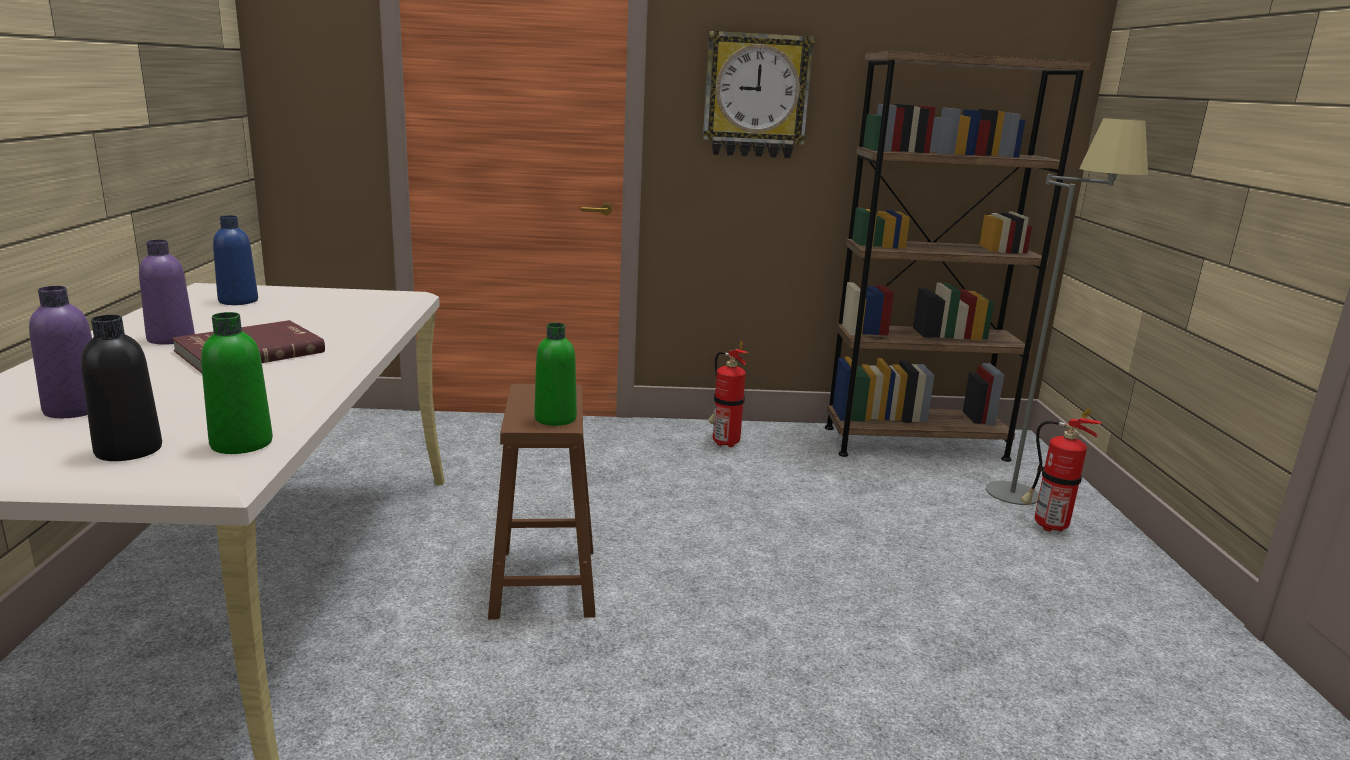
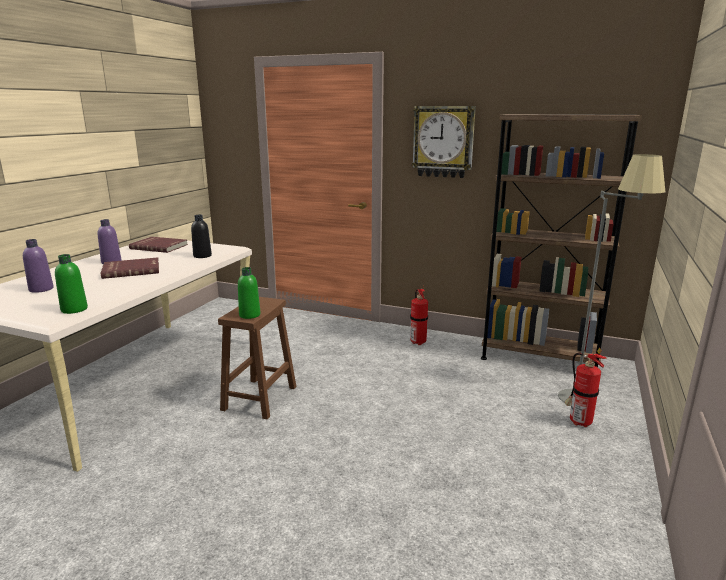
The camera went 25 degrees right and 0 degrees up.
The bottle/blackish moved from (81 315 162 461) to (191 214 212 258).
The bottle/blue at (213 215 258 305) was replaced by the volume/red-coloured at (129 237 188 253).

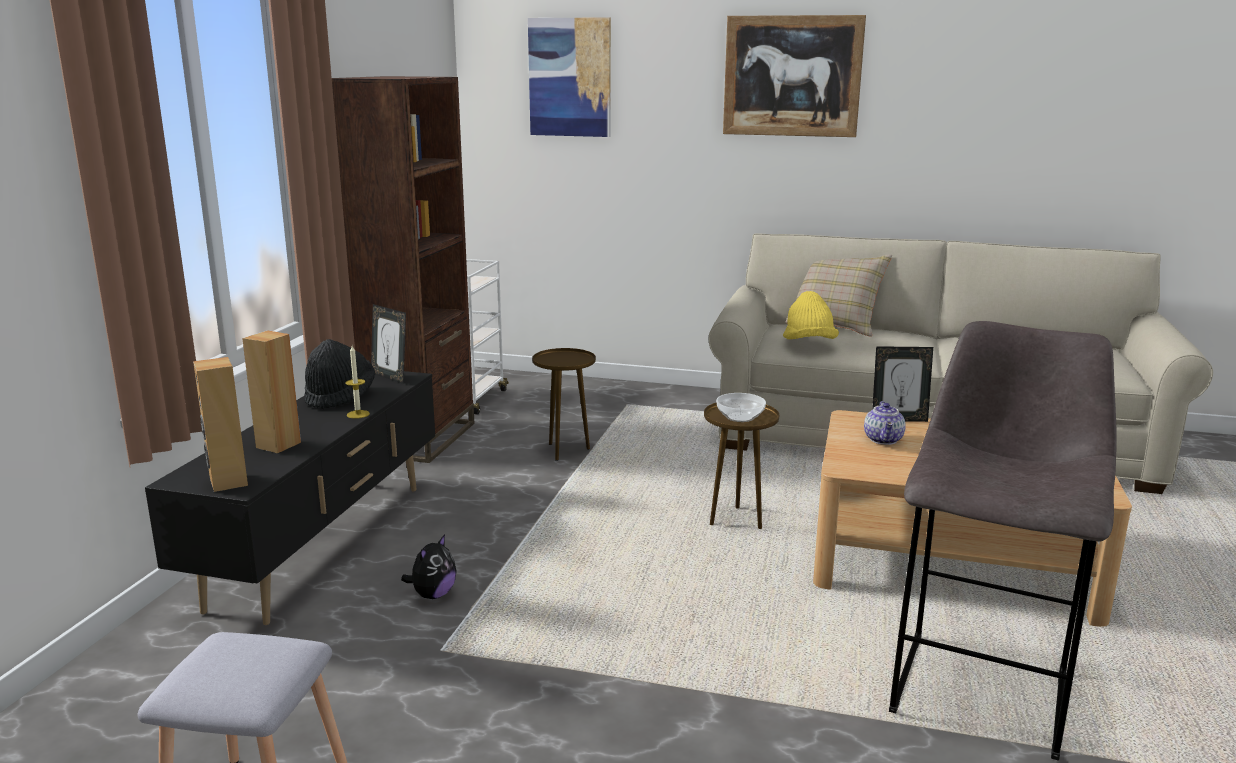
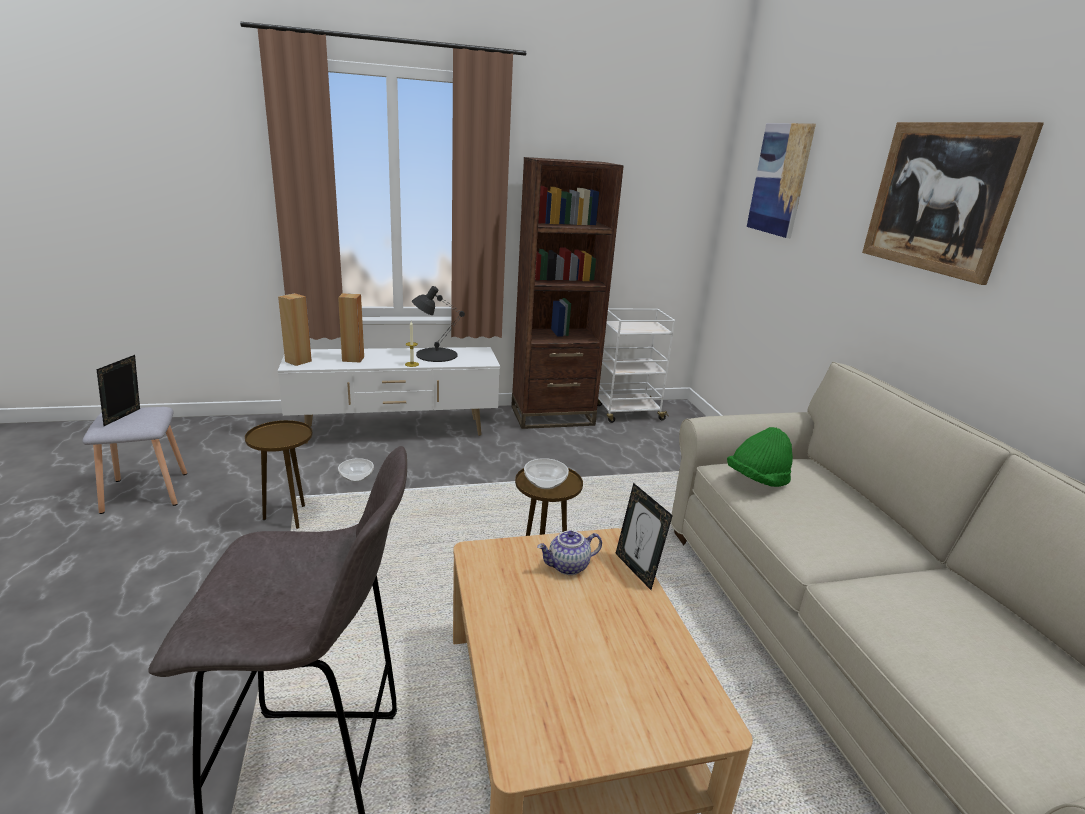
The camera went 60 degrees right and 5 degrees up.
The pillow/sand-coloured at (786 254 892 337) disappeared.
The picture frame moved from (371 304 406 384) to (96 355 140 426).
The end table/brown moved from (532 348 596 461) to (245 420 312 529).
The clothing hat/blackish at (304 339 375 409) was replaced by the tabletop lamp/blackish at (412 286 465 362).
The cuddly toy at (401 534 457 599) was replaced by the bowl at (338 458 374 482).
The tv stand/blackish at (145 371 435 625) became the tv stand/white at (278 347 500 444).
The clothing hat/yellowish at (783 291 839 339) became the clothing hat/green-coloured at (727 427 793 487).

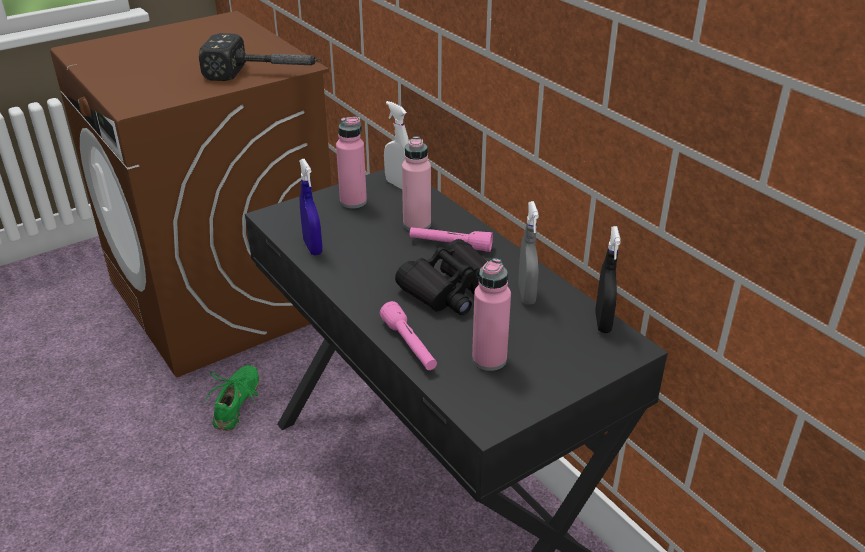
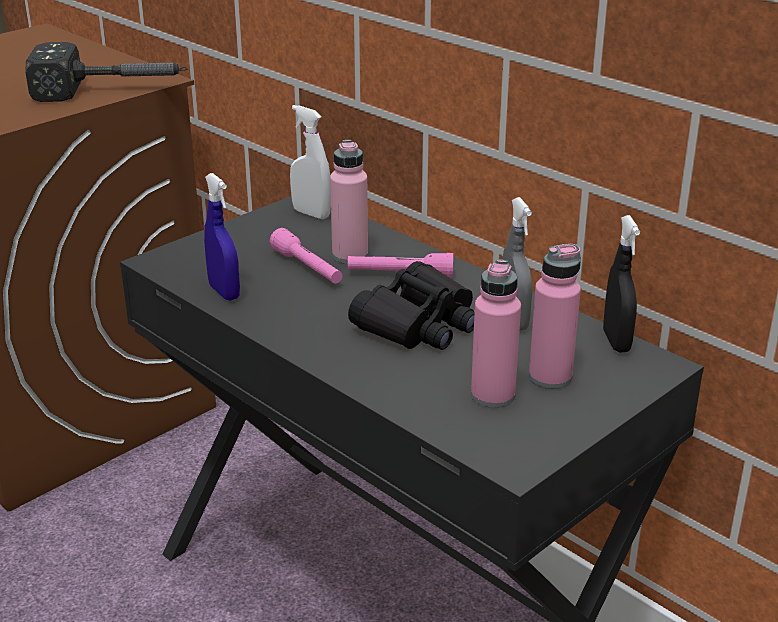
The camera went 10 degrees left and 5 degrees down.
The low shoe/green-coloured at (204 365 259 431) disappeared.
The bottle/pink-coloured moved from (336 117 367 209) to (529 244 581 389).
The torch/pink-coloured moved from (380 301 437 370) to (270 228 342 284).

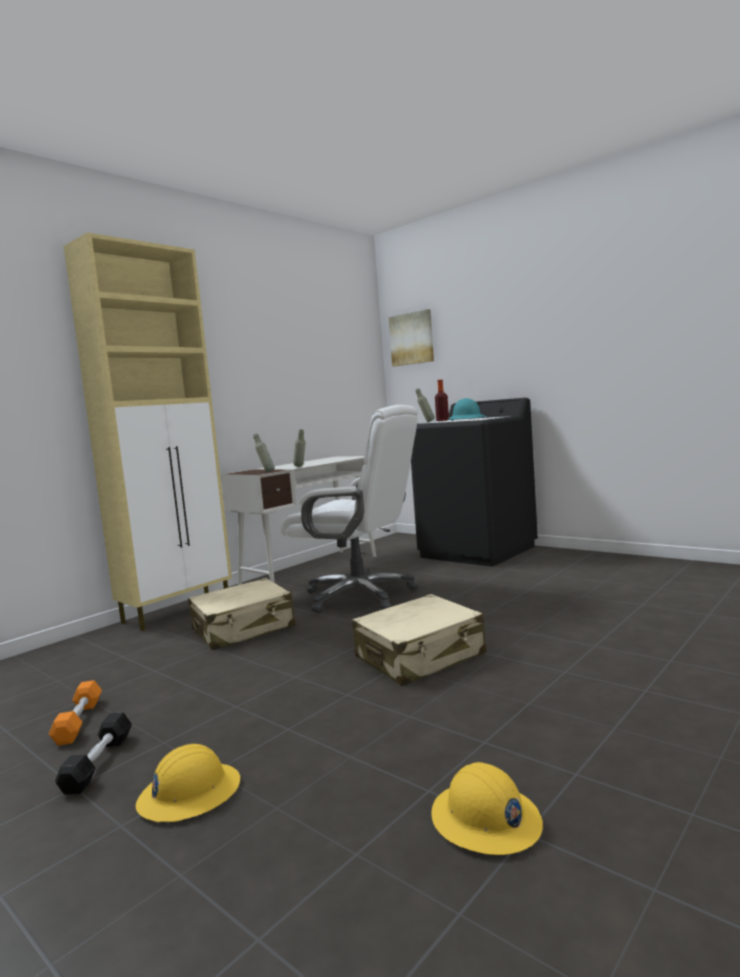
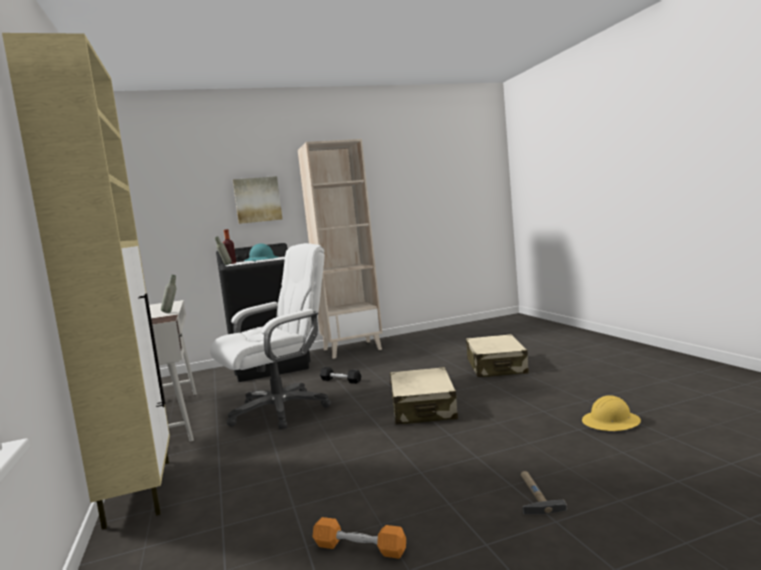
The camera went 60 degrees left and 0 degrees up.
The bottle/greyish at (253 434 275 472) disappeared.
The bookcase/sand-coloured at (298 139 382 359) appeared.
The free weight/blackish moved from (55 713 132 795) to (320 367 362 384).
The piece of luggage/sand-coloured moved from (188 578 295 650) to (466 334 529 377).
The wall picture moved from (389 309 434 367) to (233 176 282 224).
The safety helmet/yellowish at (136 744 241 822) was replaced by the tool hammer at (521 471 567 515).

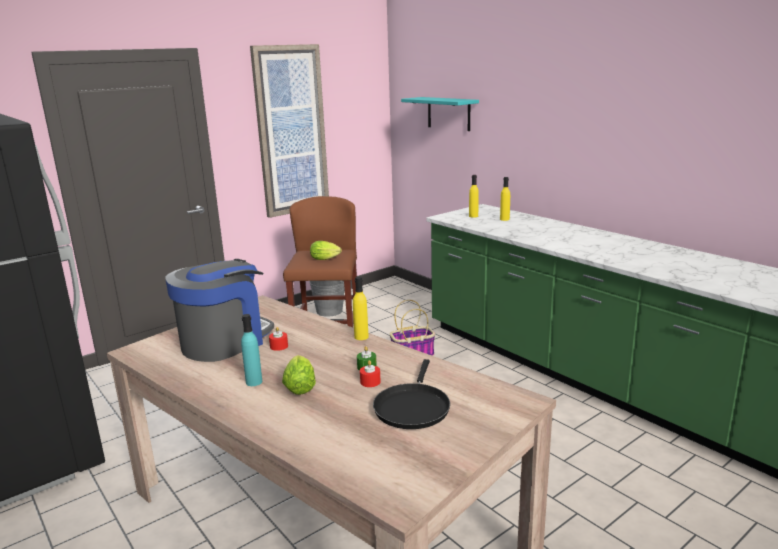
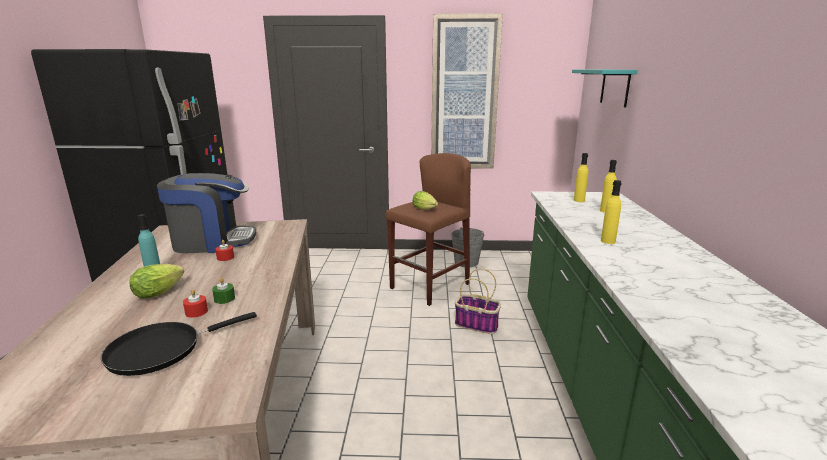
The camera went 40 degrees right and 0 degrees up.
The bottle/yellowish moved from (353 277 369 340) to (601 180 622 244).

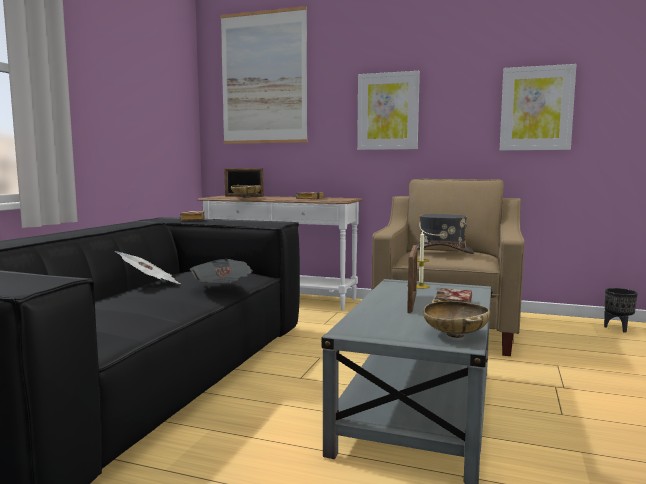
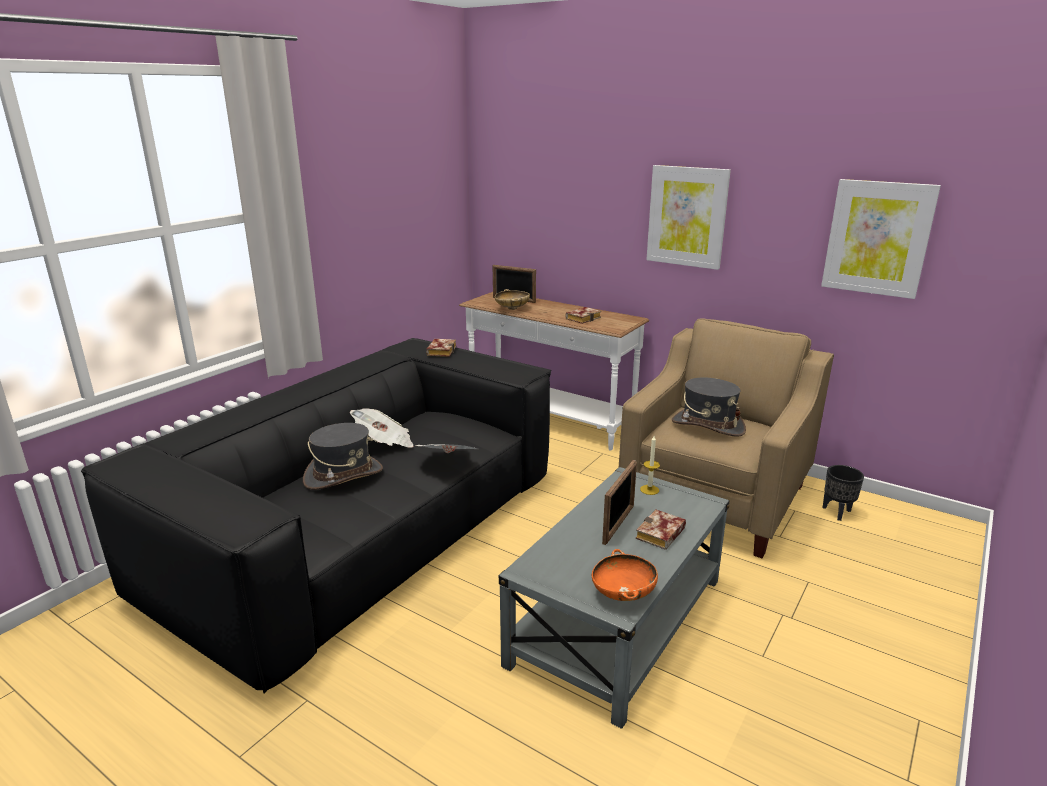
The camera went 15 degrees right and 15 degrees up.
The wall picture at (220 6 308 144) disappeared.
The clothing hat/greyish at (303 423 383 490) appeared.
The planter/blackish moved from (604 288 638 333) to (822 465 864 521).
The bowl/sand-coloured at (423 299 490 338) became the bowl/orange-coloured at (592 549 658 601).

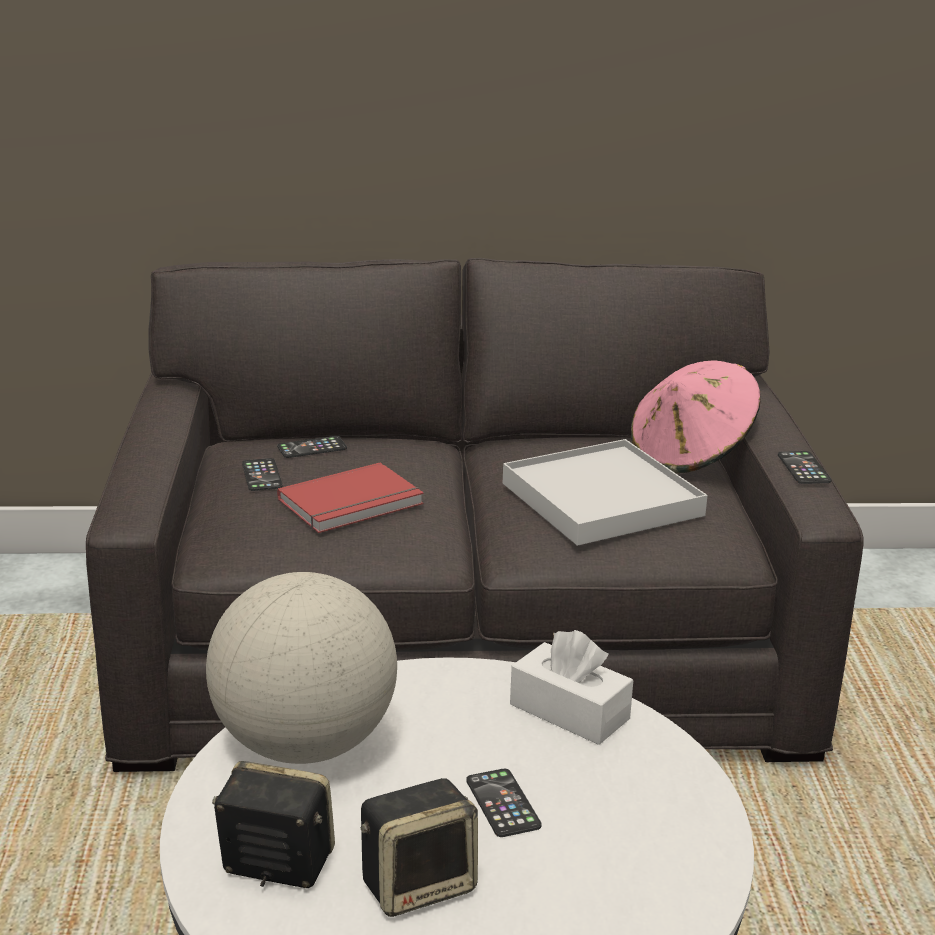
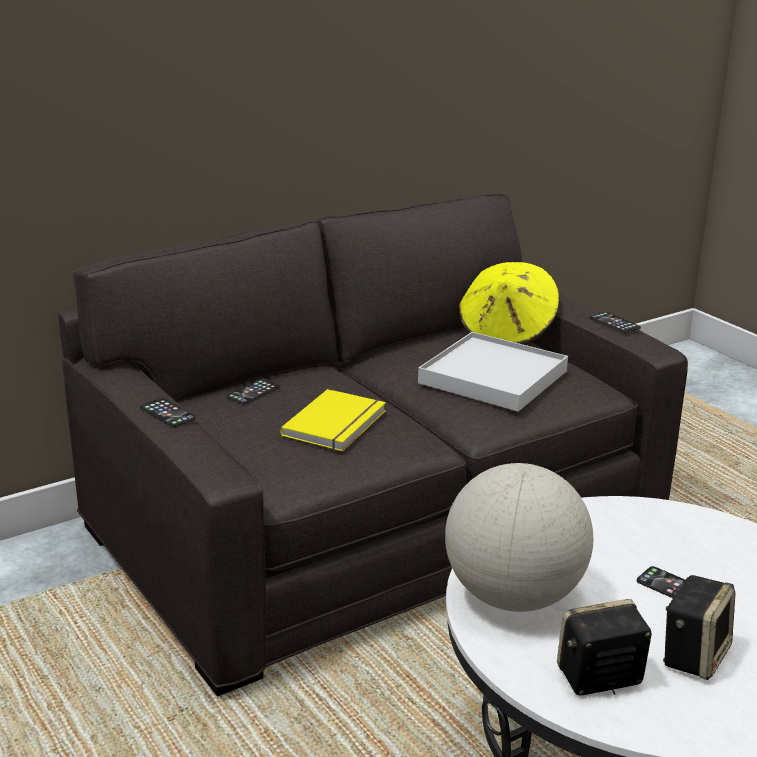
The camera went 30 degrees left and 0 degrees up.
The box of tissues/white at (510 630 633 745) disappeared.
The handset moved from (242 458 283 491) to (140 398 196 427).
The volume/red-coloured at (277 462 424 533) became the volume/yellowish at (280 389 386 452).
The clothing hat/pink-coloured at (631 361 761 474) became the clothing hat/yellowish at (459 262 559 345).

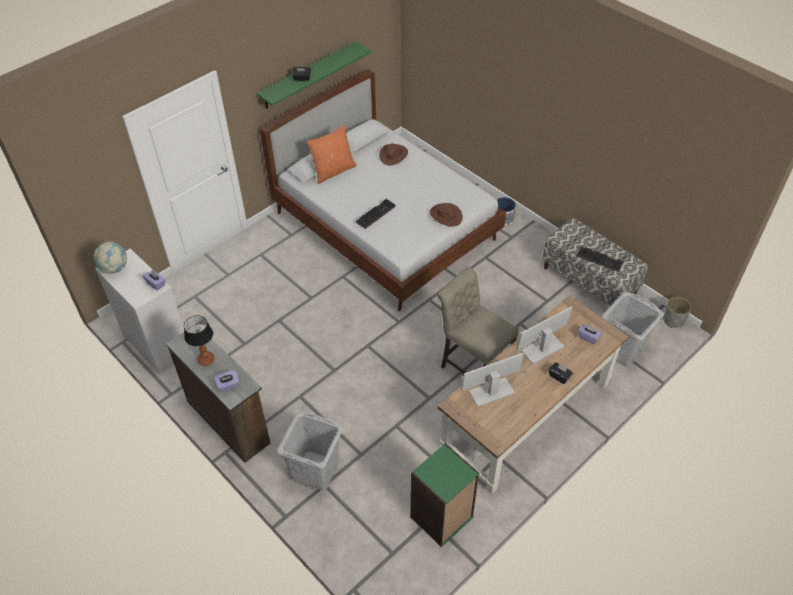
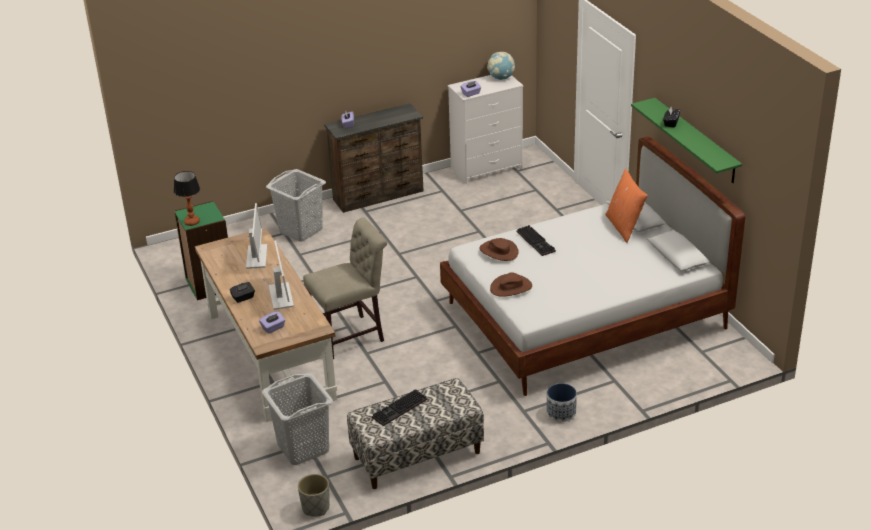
The camera went 110 degrees right and 15 degrees down.
The tabletop lamp moved from (184 315 215 366) to (174 171 200 226).
The clothing hat/brown moved from (379 144 408 165) to (479 238 519 261).

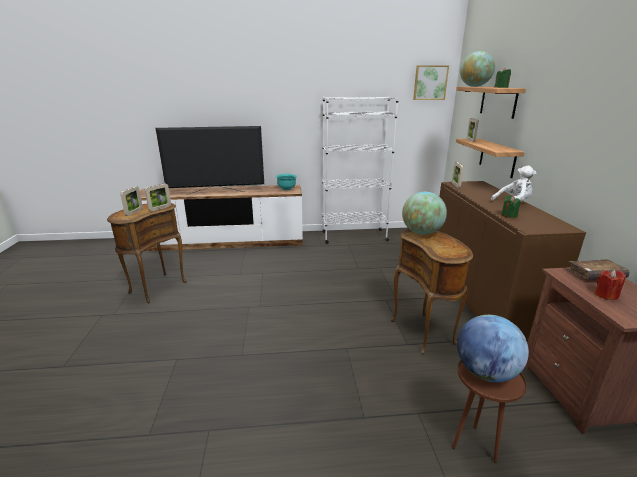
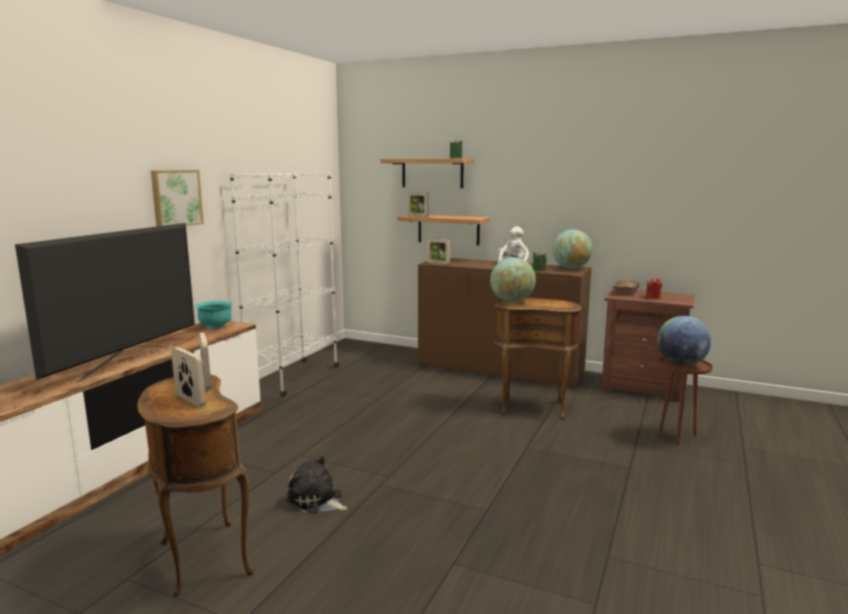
The camera went 60 degrees left and 10 degrees down.
The cuddly toy at (286 454 348 514) appeared.
The wall picture moved from (413 65 449 100) to (151 170 204 227).
The globe moved from (460 51 495 87) to (552 229 593 269).

